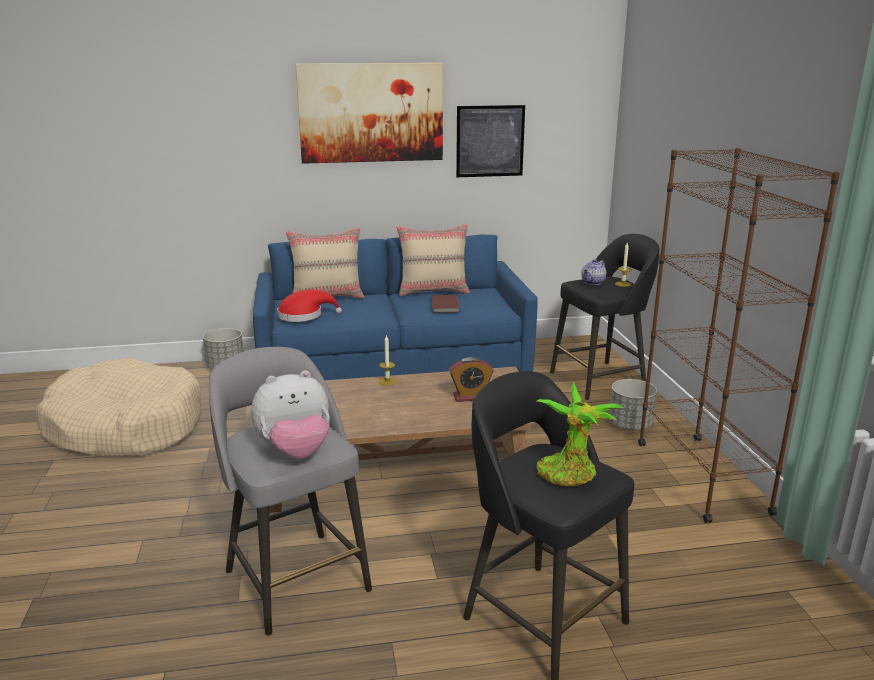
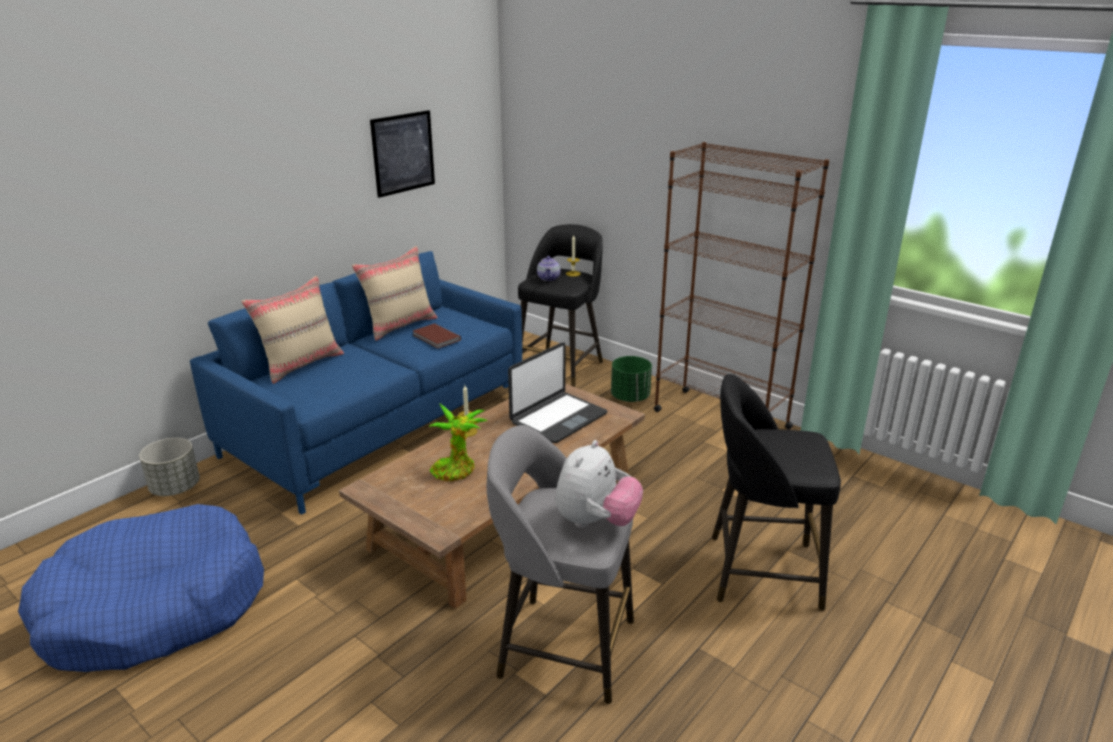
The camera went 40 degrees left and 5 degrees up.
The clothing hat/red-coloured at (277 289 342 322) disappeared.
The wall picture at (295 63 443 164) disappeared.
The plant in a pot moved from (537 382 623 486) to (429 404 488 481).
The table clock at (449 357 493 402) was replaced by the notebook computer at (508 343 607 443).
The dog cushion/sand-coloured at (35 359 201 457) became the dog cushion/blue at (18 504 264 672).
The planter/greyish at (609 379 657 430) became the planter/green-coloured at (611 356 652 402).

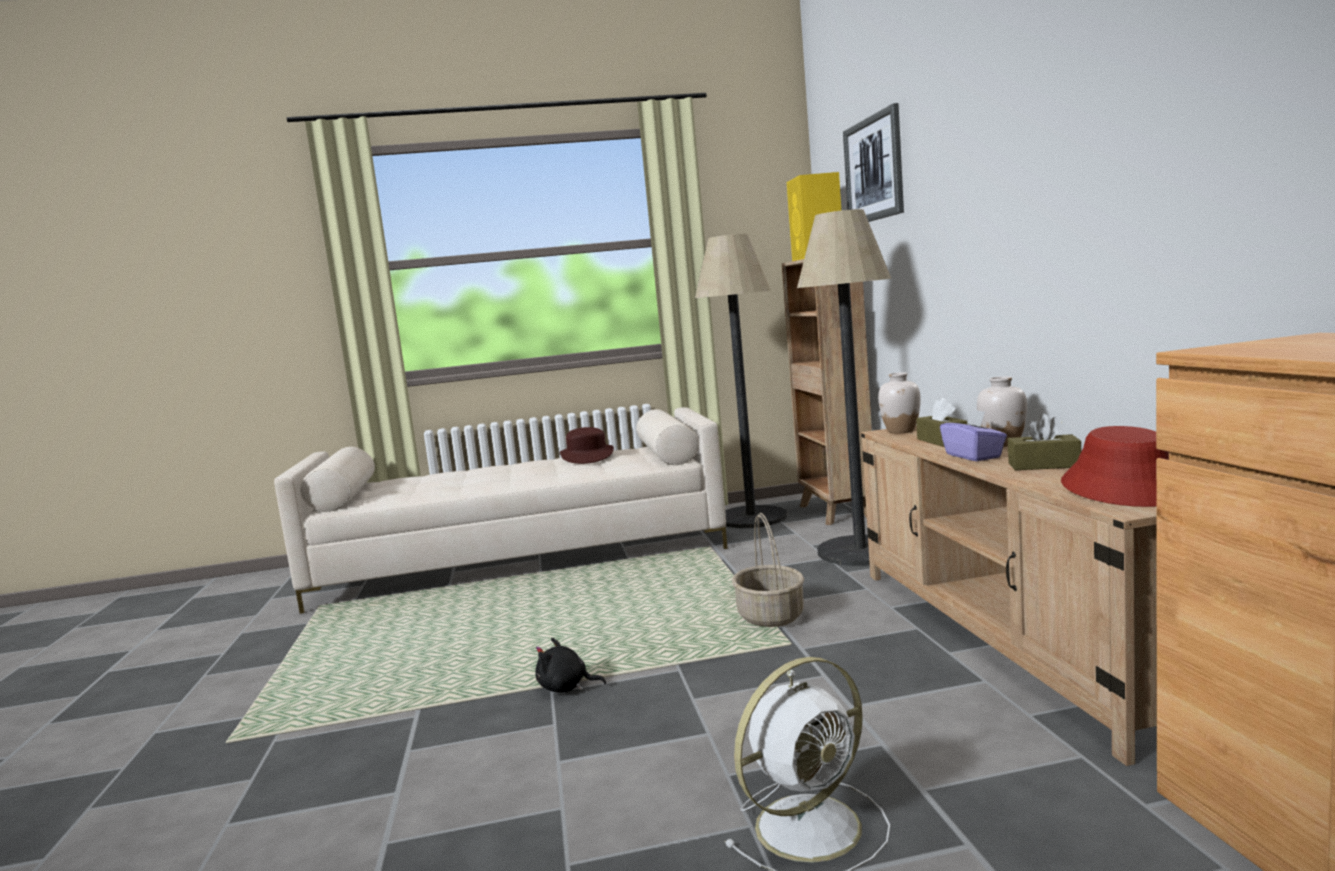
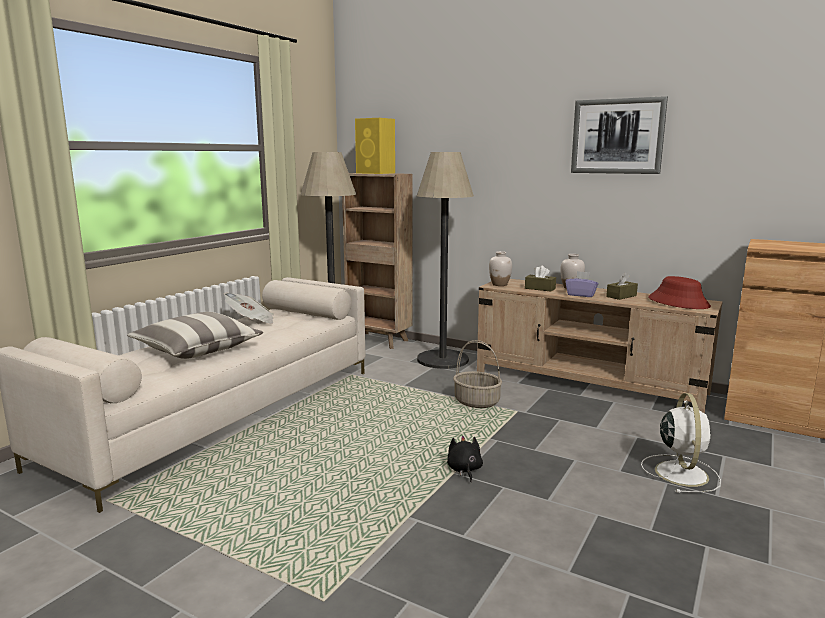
The camera went 50 degrees left and 5 degrees up.
The pillow at (127 312 263 359) appeared.
The wall picture moved from (843 103 904 222) to (571 96 668 174).
The clothing hat/brown at (560 427 614 464) was replaced by the daily paper at (224 293 274 324).
The cuddly toy/blackish at (535 638 606 693) turned 120 degrees clockwise.

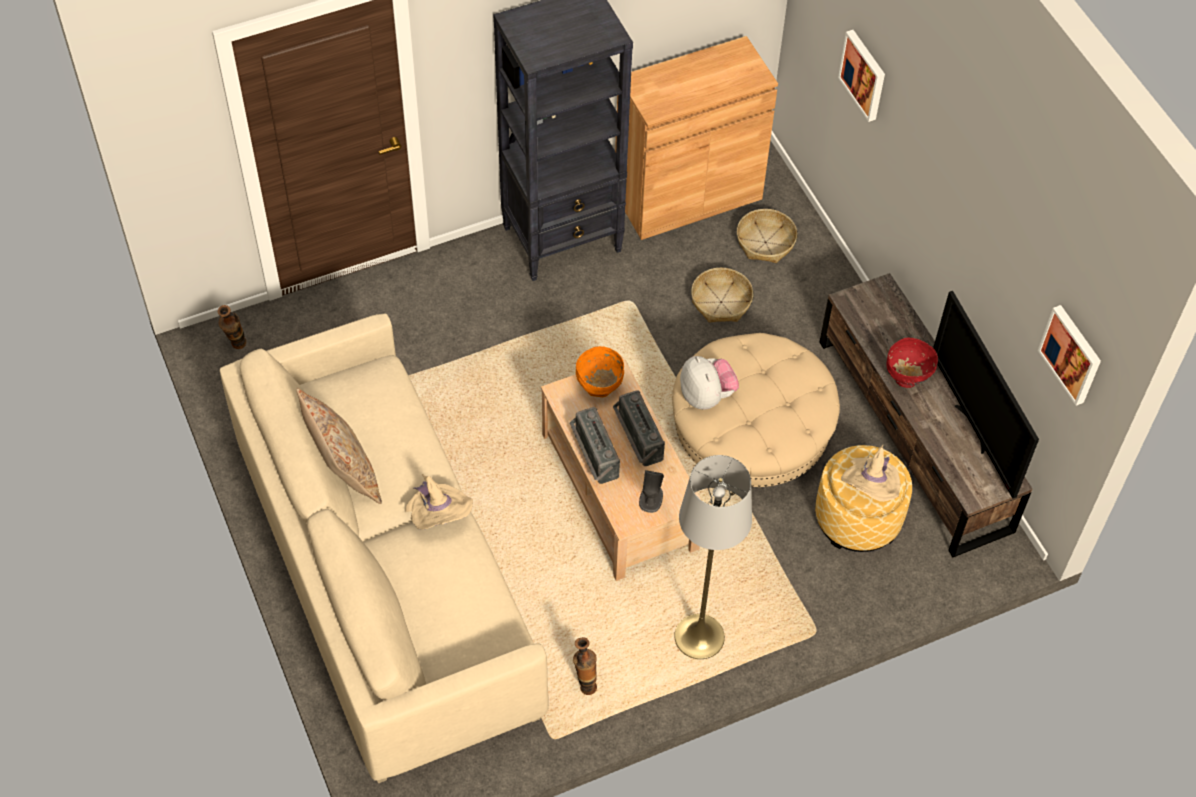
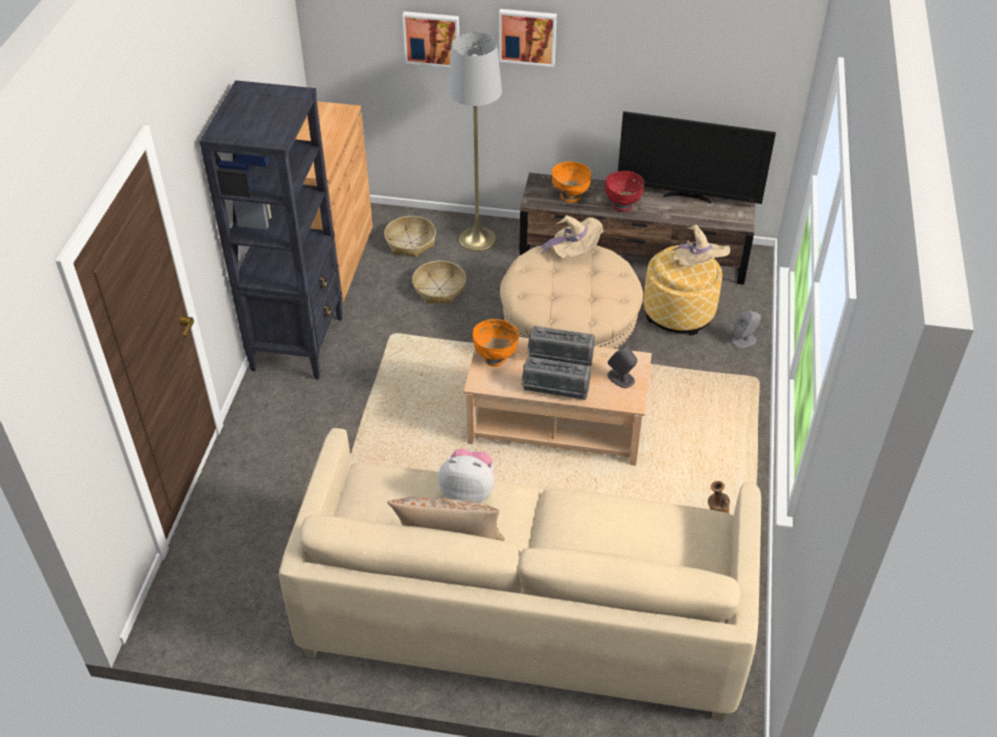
The camera went 55 degrees left and 10 degrees down.
The flower vase at (217 305 246 349) disappeared.
The bowl/orange-coloured at (552 162 591 203) appeared.
The speaker/greyish at (731 310 761 348) appeared.
The clothing hat/sand-coloured moved from (405 474 473 530) to (541 215 603 258).
The floor lamp/greyish moved from (674 455 752 659) to (448 32 502 252).
The cuddly toy moved from (680 356 739 410) to (438 449 494 502).
The wall picture moved from (1038 305 1101 406) to (499 9 557 67).

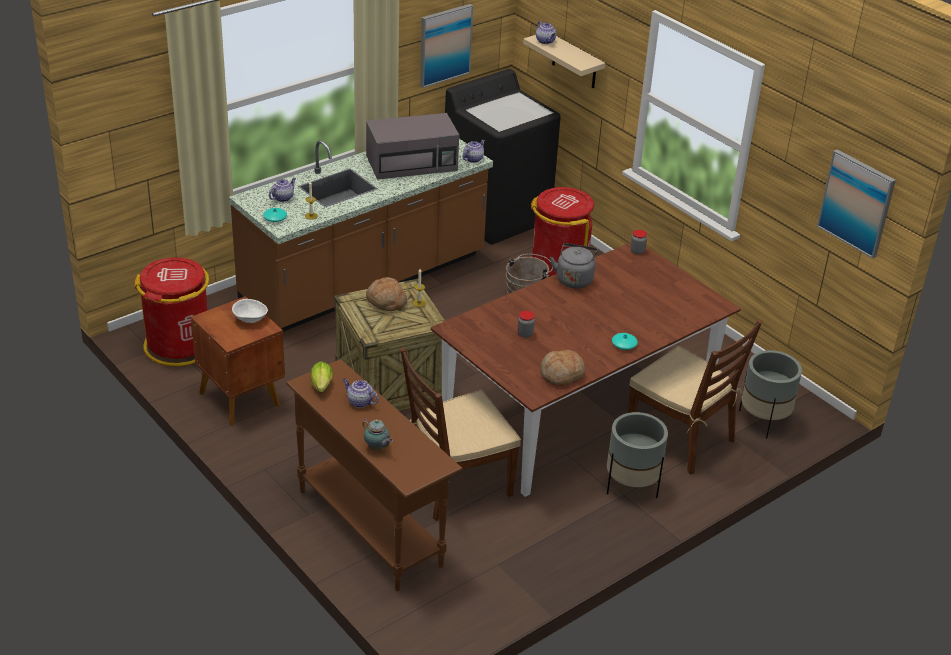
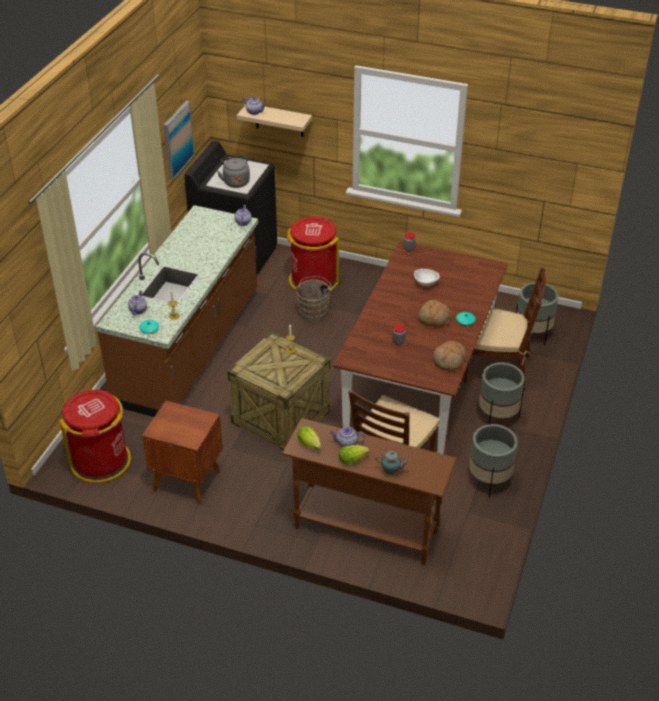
The camera went 30 degrees left and 5 degrees up.
The microwave/greyish at (366 113 459 180) disappeared.
The wall picture at (817 149 896 259) disappeared.
The lettuce at (339 445 369 465) appeared.
The planter/greyish at (469 424 518 498) appeared.
The bowl/white moved from (232 299 268 323) to (414 269 440 286).
The bakery bread moved from (366 277 407 311) to (418 300 453 327).
The tea kettle/greyish moved from (550 243 598 288) to (217 155 250 188).

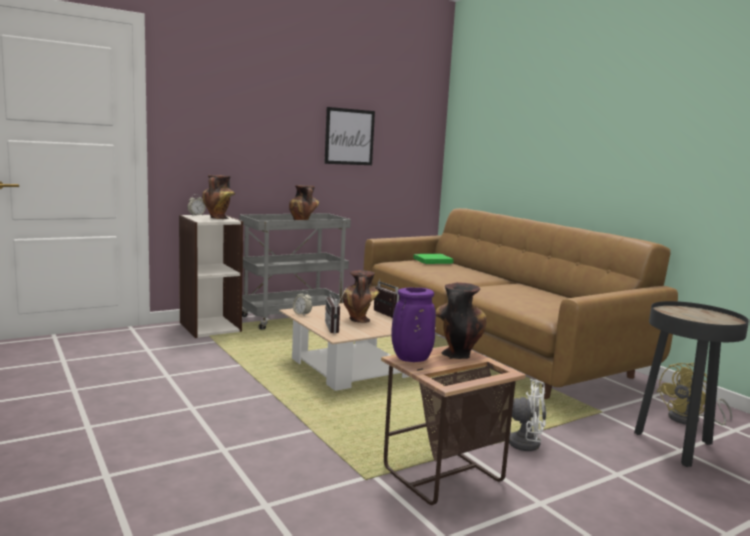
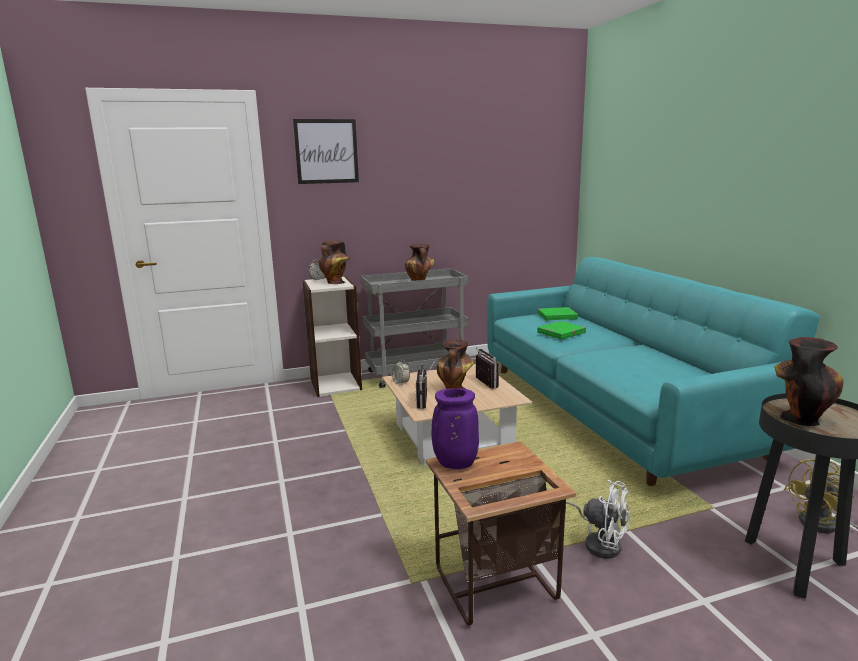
The camera went 15 degrees right and 5 degrees up.
The volume/green-coloured at (537 321 586 339) appeared.
The wall picture moved from (324 107 375 165) to (293 119 359 184).
The flower vase moved from (435 282 486 359) to (774 337 844 426).
The couch/brown at (364 208 678 399) became the couch/turquoise at (487 257 819 486).

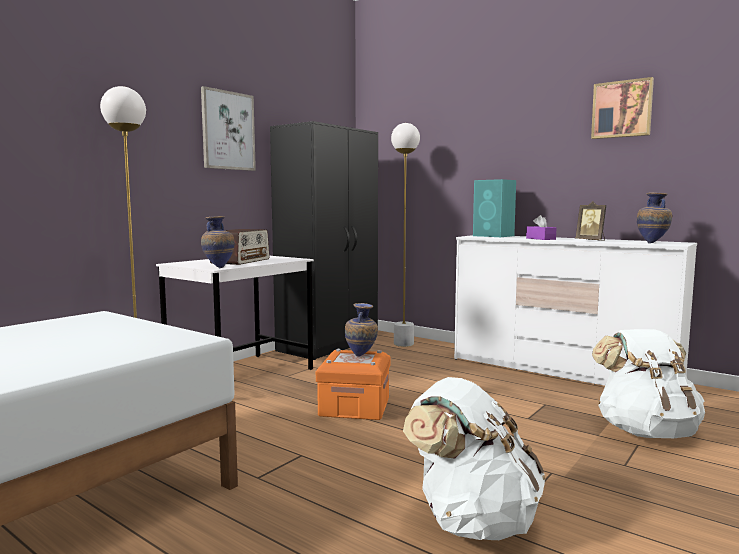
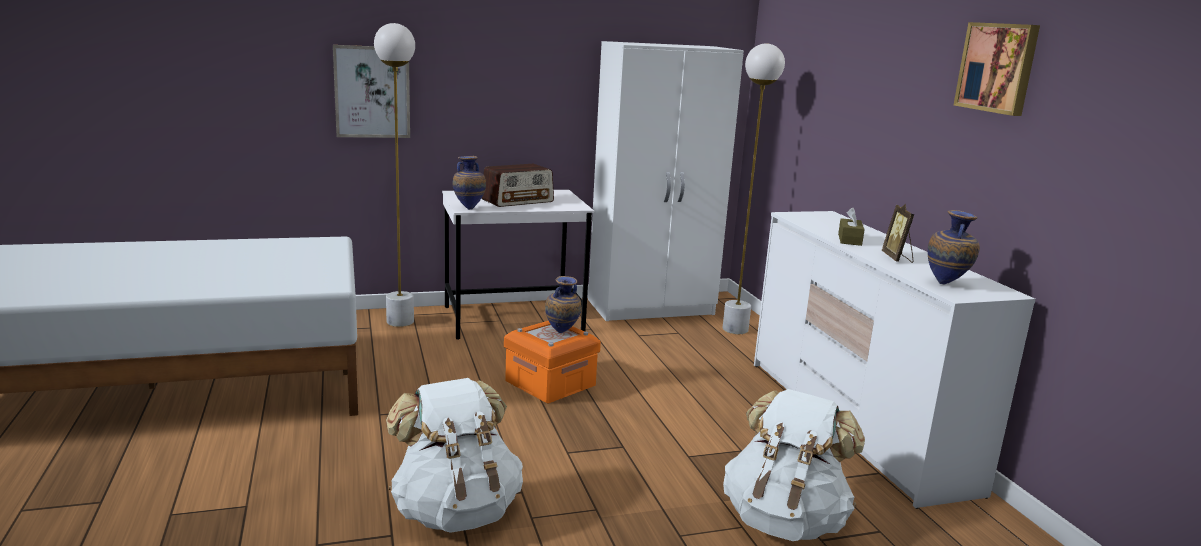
The camera went 35 degrees right and 10 degrees up.
The speaker/turquoise at (473 179 516 237) disappeared.
The wall picture moved from (201 86 256 171) to (333 45 410 138).
The clothes cupboard/blackish at (270 121 378 360) became the clothes cupboard/white at (588 41 744 321).
The box of tissues/purplish at (526 215 556 240) became the box of tissues/brown at (838 207 865 246).

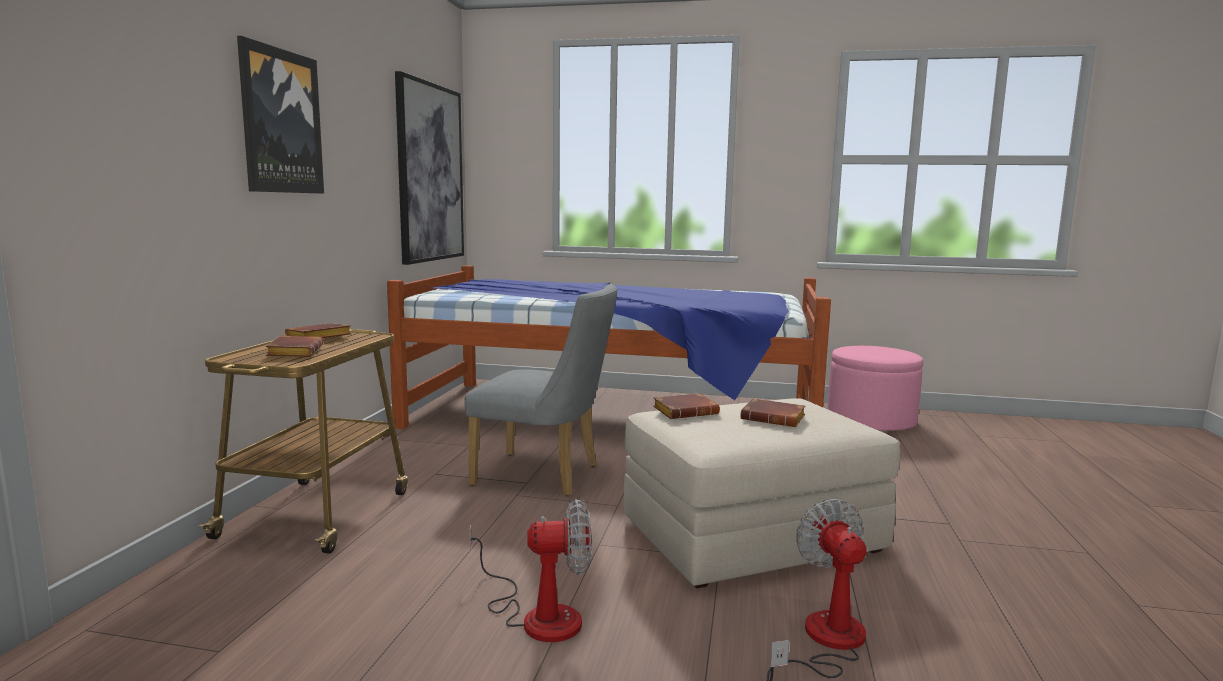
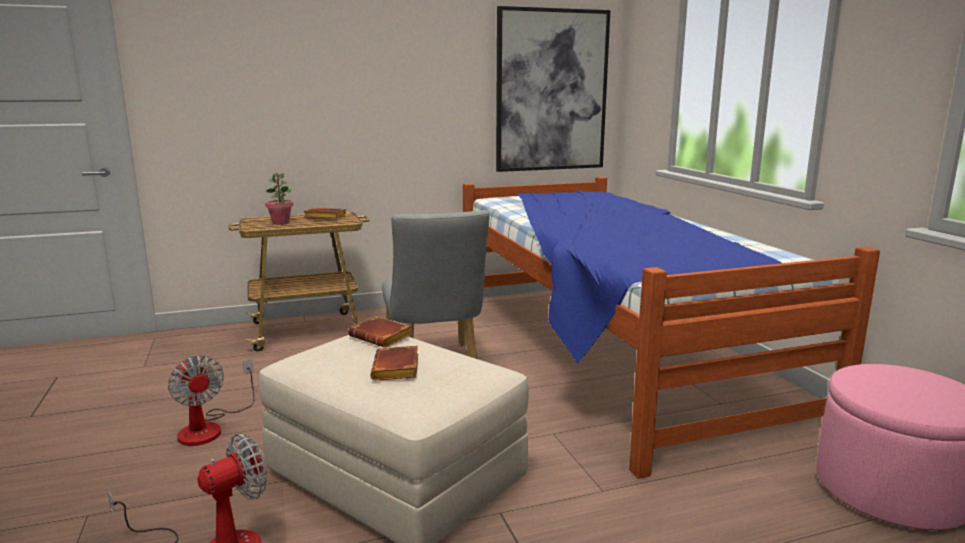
The camera went 60 degrees right and 5 degrees up.
The wall picture at (237 36 324 194) disappeared.
The volume/brown at (266 335 323 357) was replaced by the plant in a pot at (265 172 293 225).

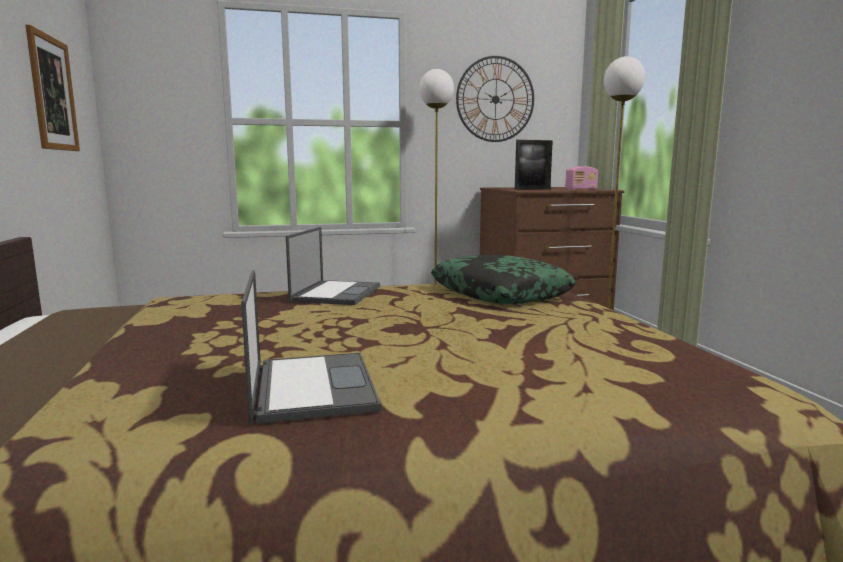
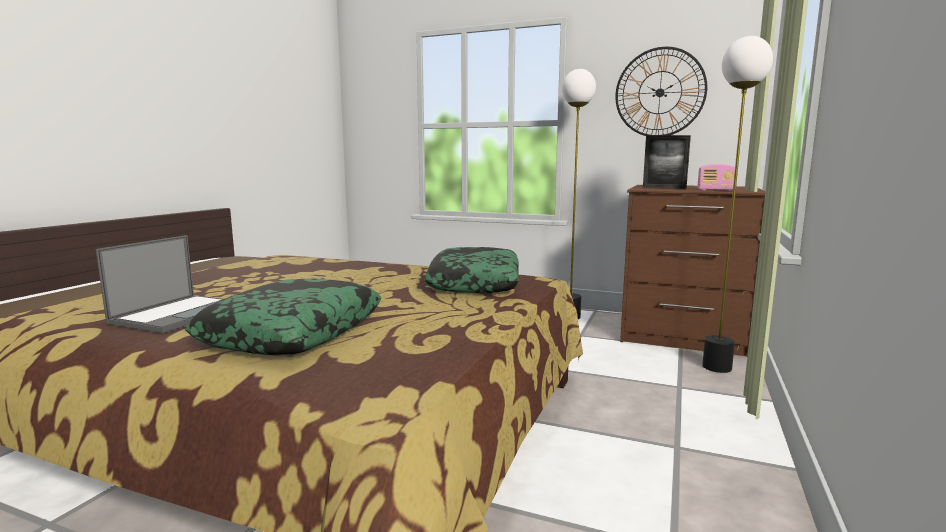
The camera went 35 degrees right and 0 degrees up.
The wall picture at (26 25 80 151) disappeared.
The notebook computer at (286 227 380 305) disappeared.
The pillow at (185 279 382 355) appeared.

